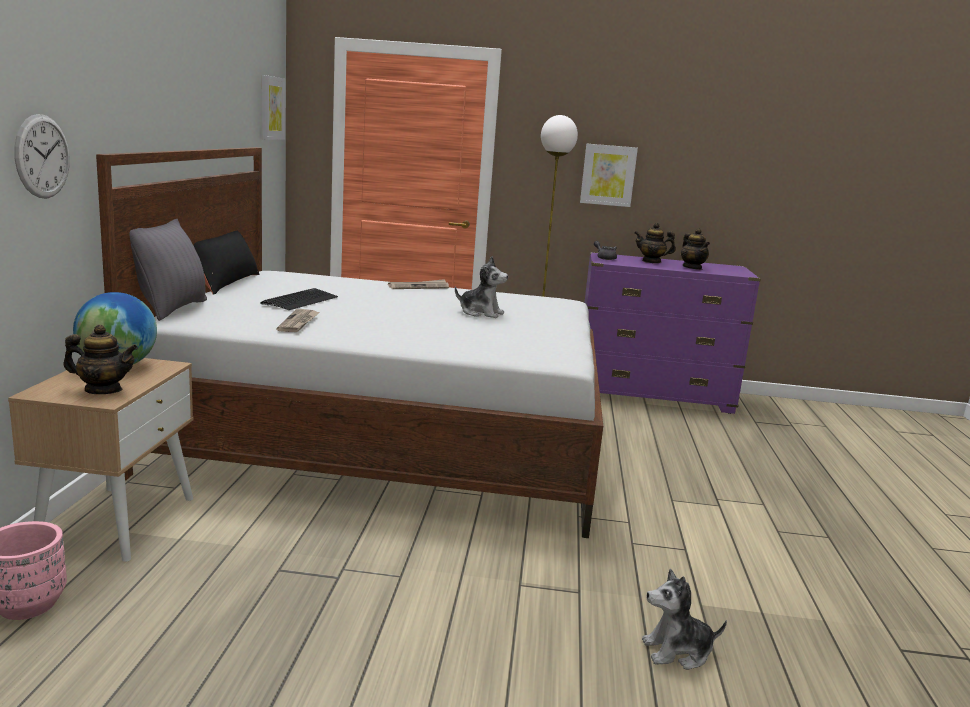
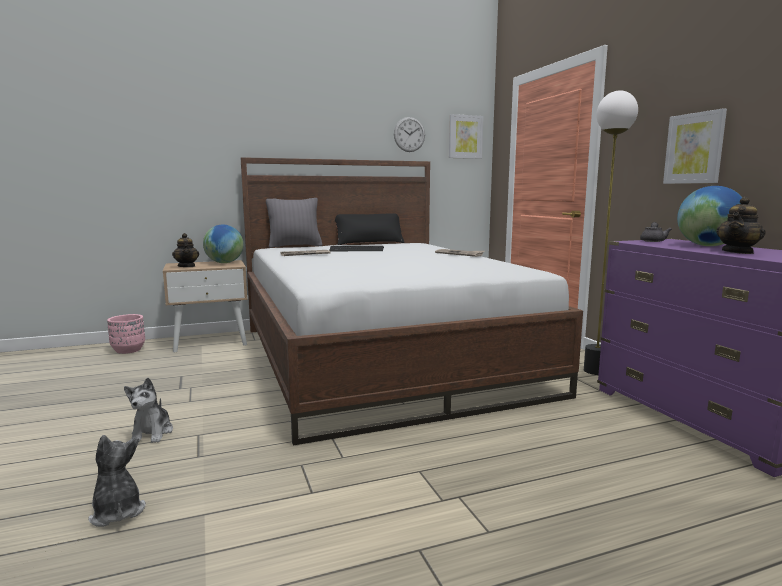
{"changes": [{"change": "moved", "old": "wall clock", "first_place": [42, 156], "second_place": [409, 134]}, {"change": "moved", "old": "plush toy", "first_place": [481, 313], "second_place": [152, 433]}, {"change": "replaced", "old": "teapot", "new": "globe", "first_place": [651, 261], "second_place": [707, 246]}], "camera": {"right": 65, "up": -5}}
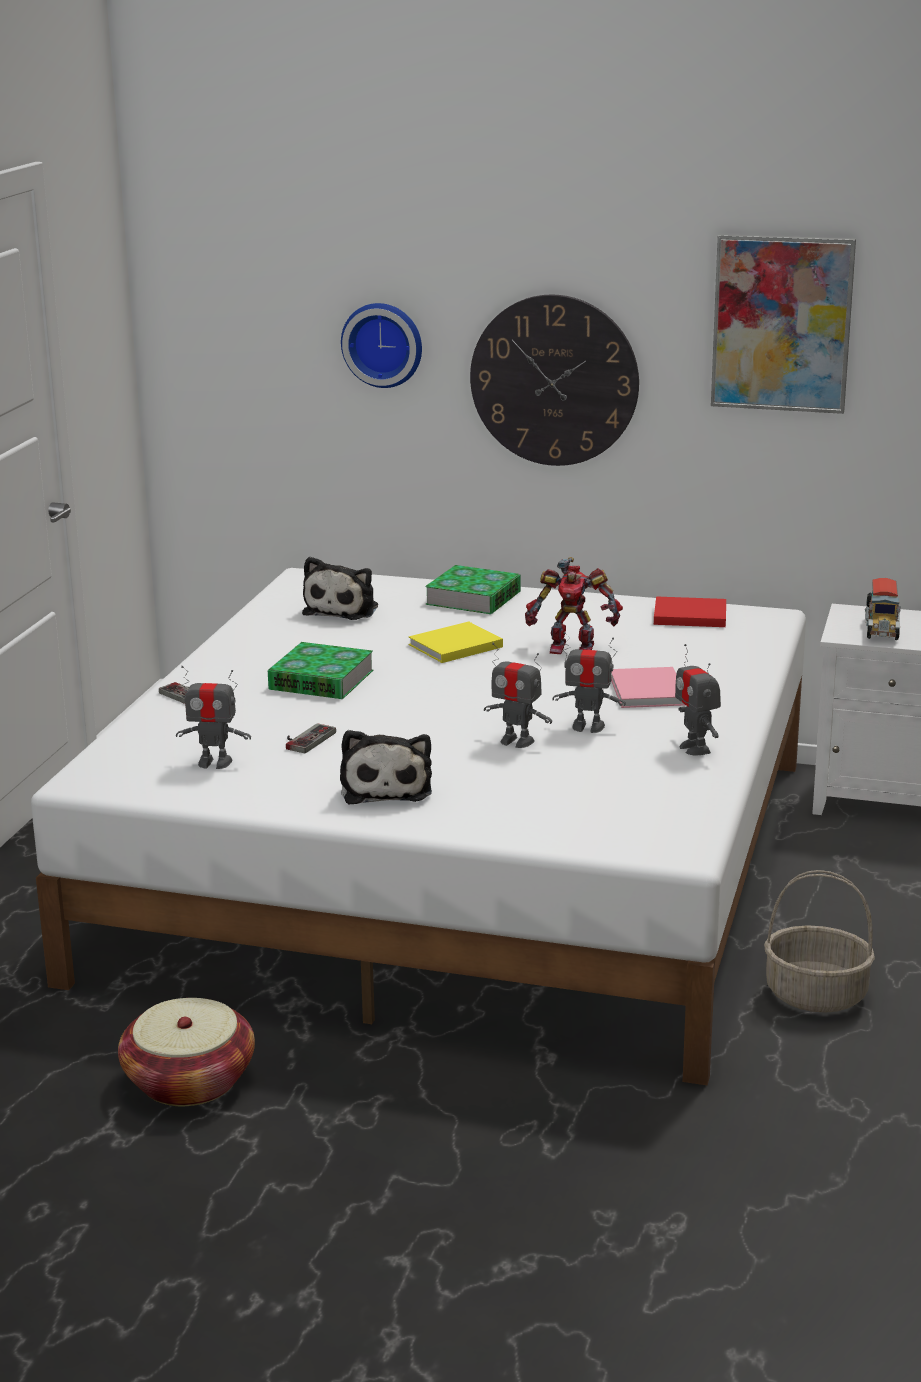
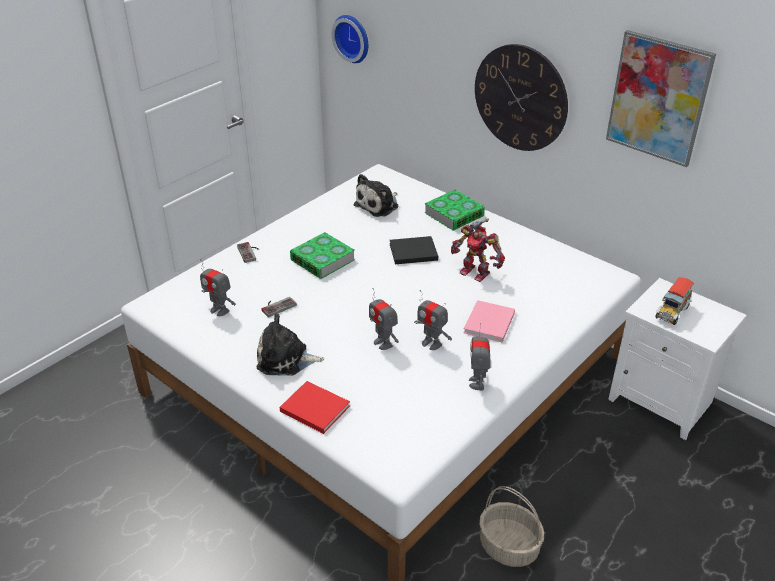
{"changes": [{"change": "removed", "old": "basket", "first_place": [189, 1081]}, {"change": "moved", "old": "wall clock", "first_place": [383, 344], "second_place": [353, 38]}, {"change": "moved", "old": "red book", "first_place": [687, 615], "second_place": [313, 408]}, {"change": "recoloured", "old": "yellow book", "new": "black book", "first_place": [453, 646], "second_place": [411, 252]}, {"change": "turned", "old": "plush toy", "first_place": [386, 787], "second_place": [285, 359], "degrees": 75}], "camera": {"right": 25, "up": 15}}
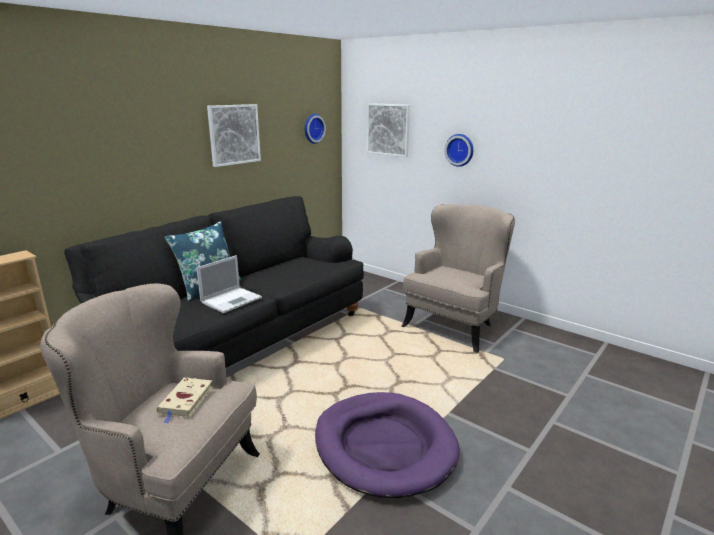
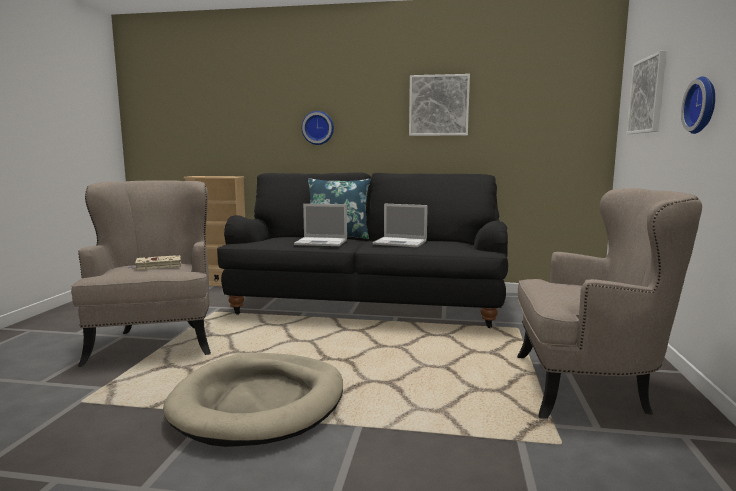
{"changes": [{"change": "added", "new": "laptop", "second_place": [401, 242]}, {"change": "moved", "old": "wall clock", "first_place": [313, 128], "second_place": [318, 128]}, {"change": "recoloured", "old": "purple dog bed", "new": "beige dog bed", "first_place": [384, 446], "second_place": [259, 403]}], "camera": {"right": 60, "up": -10}}
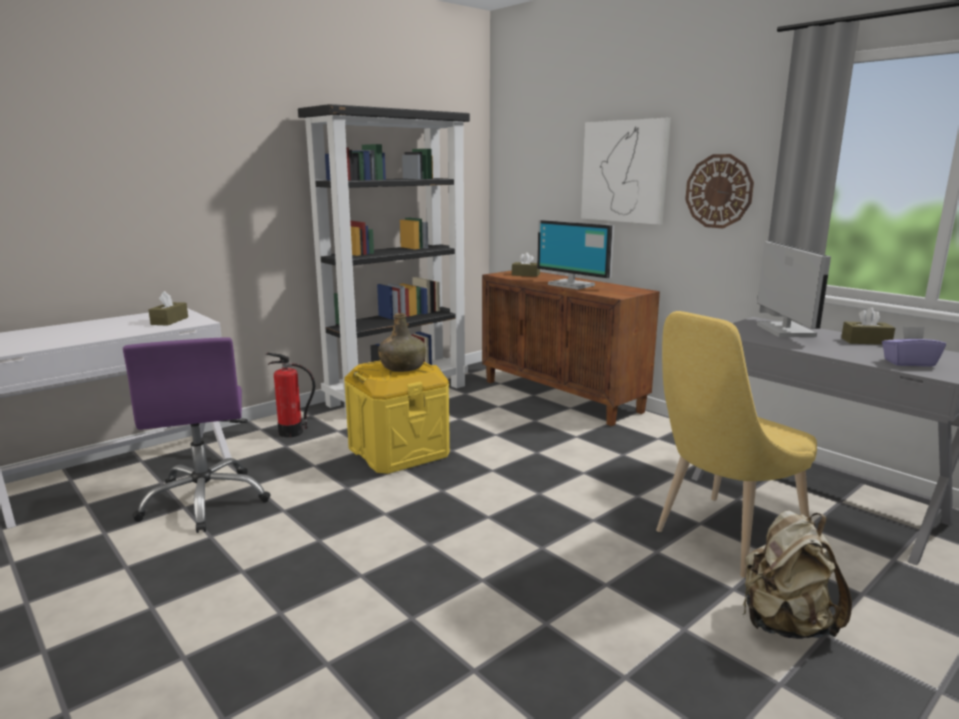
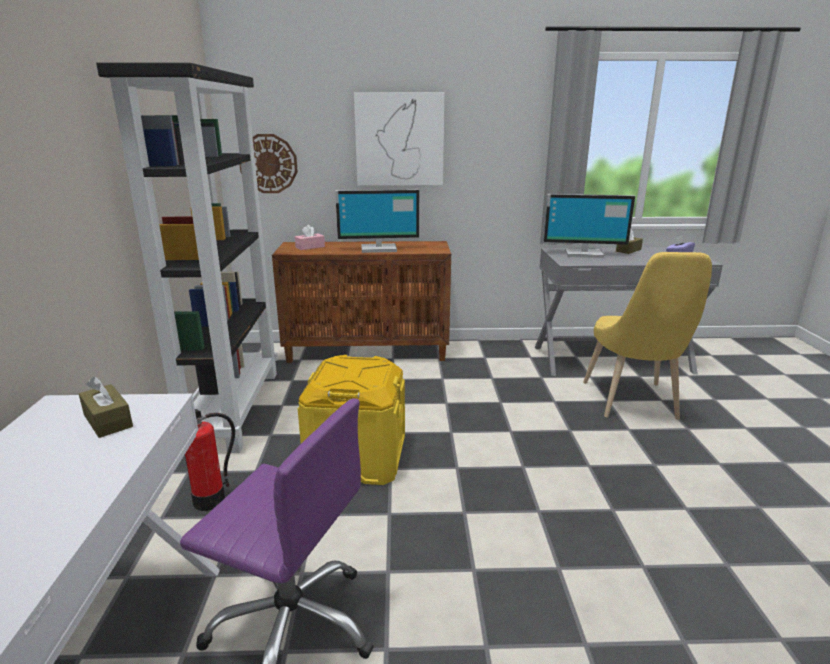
{"changes": [{"change": "removed", "old": "green bottle", "first_place": [402, 367]}, {"change": "removed", "old": "beige backpack", "first_place": [784, 624]}, {"change": "moved", "old": "wall clock", "first_place": [719, 191], "second_place": [268, 164]}, {"change": "recoloured", "old": "brown tissue box", "new": "pink tissue box", "first_place": [525, 274], "second_place": [310, 247]}, {"change": "turned", "old": "monitor", "first_place": [783, 330], "second_place": [583, 253], "degrees": 150}], "camera": {"right": -50, "up": 5}}
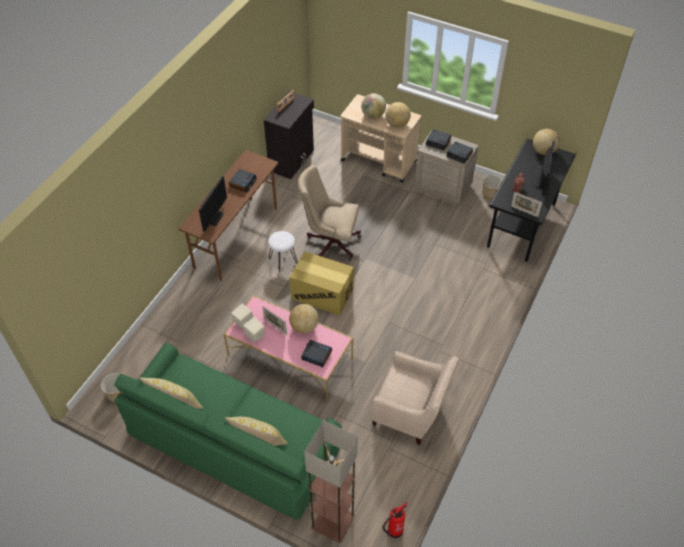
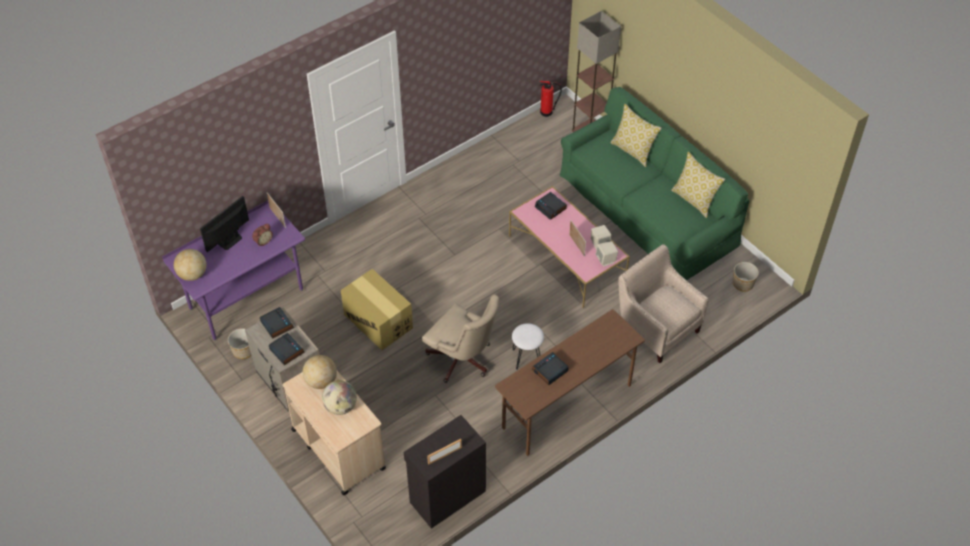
{"changes": [{"change": "removed", "old": "monitor", "first_place": [214, 217]}, {"change": "removed", "old": "globe", "first_place": [304, 327]}, {"change": "moved", "old": "cardboard box", "first_place": [322, 294], "second_place": [378, 321]}, {"change": "moved", "old": "beige armchair", "first_place": [411, 413], "second_place": [657, 328]}, {"change": "recoloured", "old": "black desk", "new": "purple desk", "first_place": [521, 226], "second_place": [246, 299]}], "camera": {"right": -155, "up": 0}}
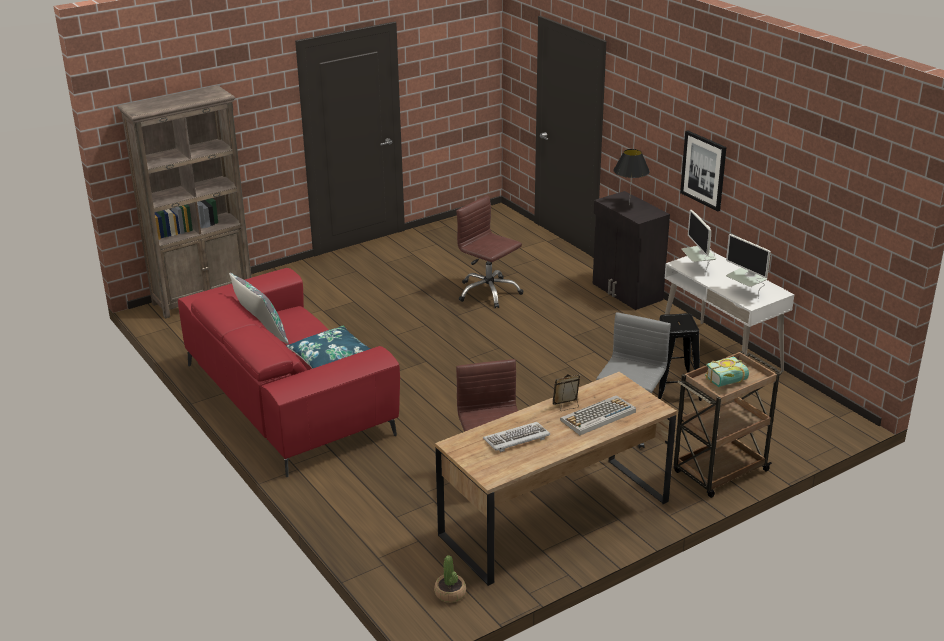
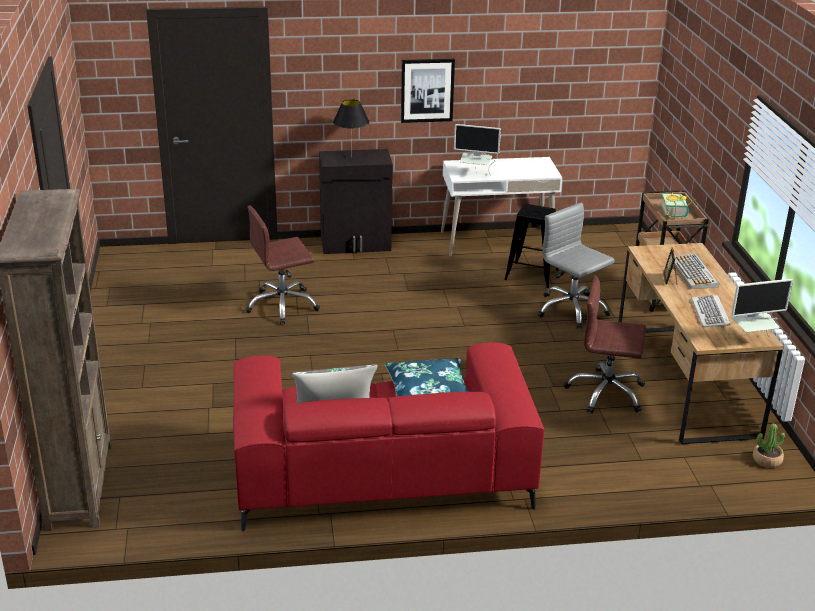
{"changes": [{"change": "moved", "old": "monitor", "first_place": [745, 292], "second_place": [751, 339]}], "camera": {"right": -65, "up": 0}}
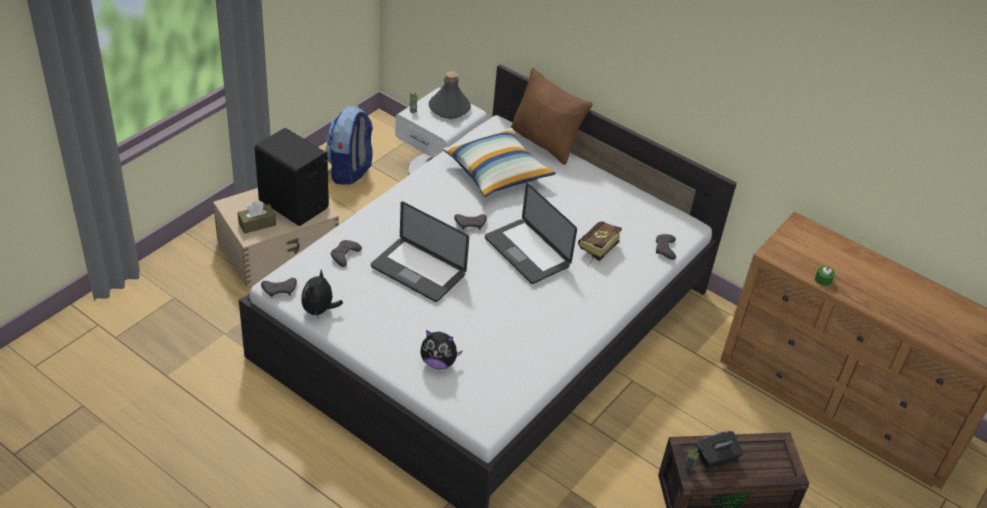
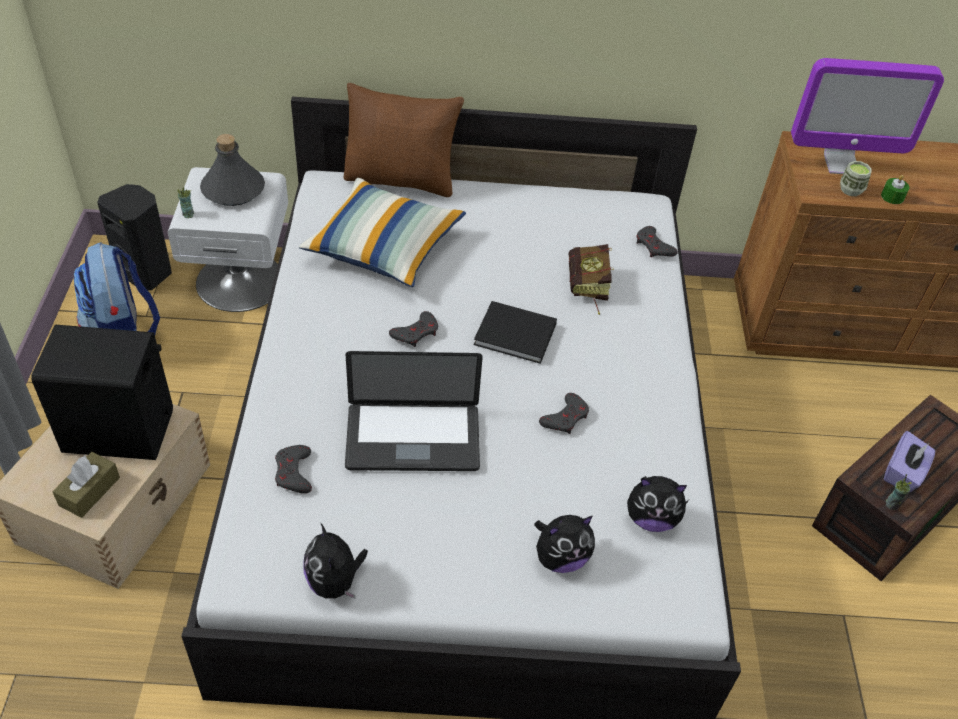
{"changes": [{"change": "added", "new": "black speaker", "second_place": [147, 272]}, {"change": "added", "new": "plush toy", "second_place": [651, 518]}, {"change": "added", "new": "monitor", "second_place": [841, 164]}, {"change": "added", "new": "cup", "second_place": [851, 190]}, {"change": "moved", "old": "grey game controller", "first_place": [279, 289], "second_place": [565, 417]}, {"change": "replaced", "old": "laptop", "new": "black book", "first_place": [527, 252], "second_place": [517, 335]}, {"change": "recoloured", "old": "black tissue box", "new": "purple tissue box", "first_place": [716, 458], "second_place": [903, 473]}], "camera": {"right": -35, "up": 5}}
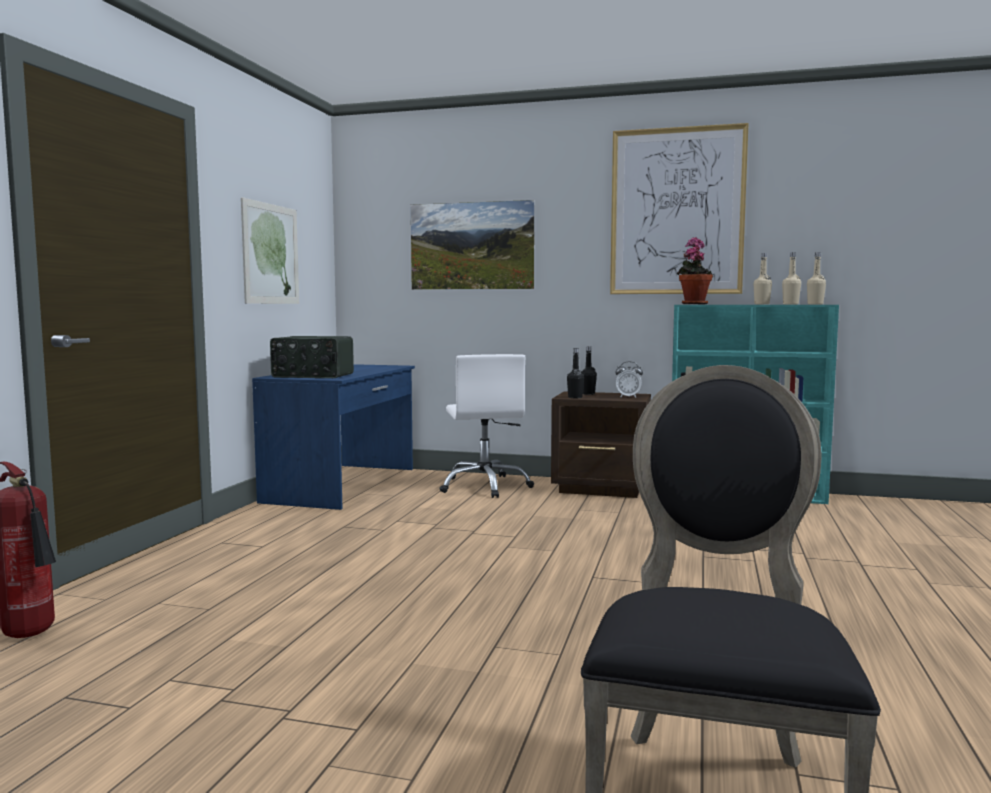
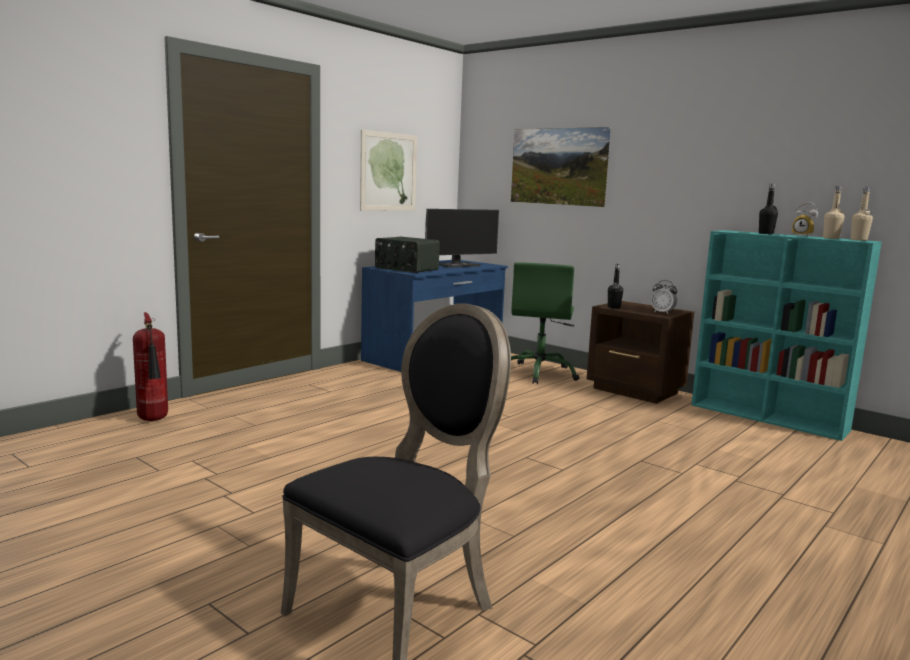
{"changes": [{"change": "removed", "old": "picture", "first_place": [677, 212]}, {"change": "removed", "old": "potted plant", "first_place": [693, 304]}, {"change": "added", "new": "monitor", "second_place": [458, 265]}, {"change": "moved", "old": "black bottle", "first_place": [588, 394], "second_place": [766, 233]}, {"change": "replaced", "old": "beige bottle", "new": "alarm clock", "first_place": [761, 304], "second_place": [803, 236]}, {"change": "recoloured", "old": "white office chair", "new": "green office chair", "first_place": [485, 486], "second_place": [539, 373]}], "camera": {"right": 25, "up": 5}}
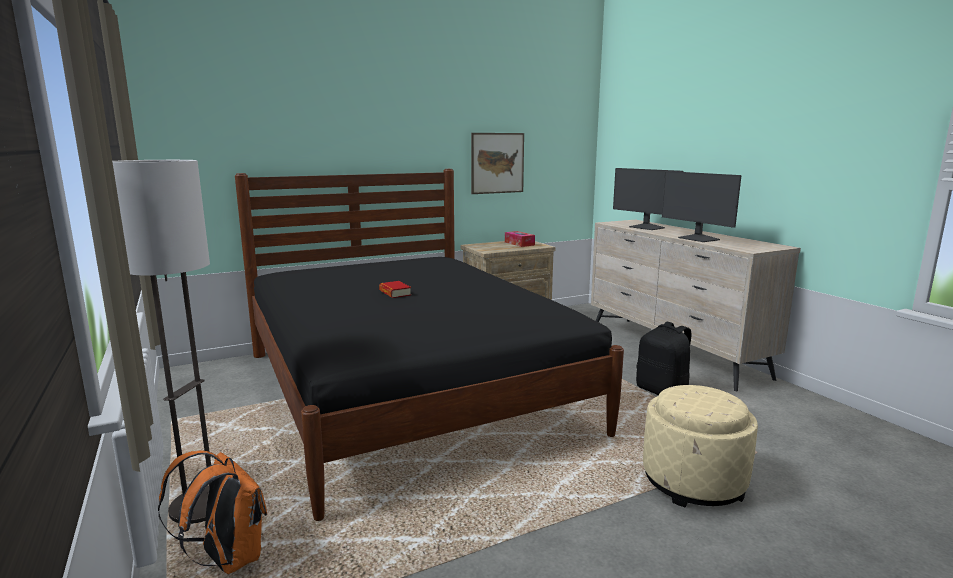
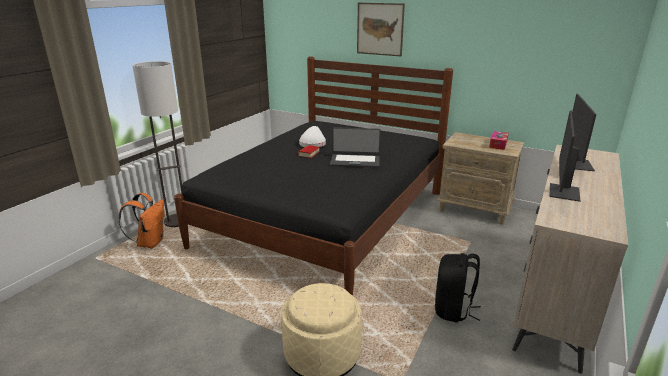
{"changes": [{"change": "added", "new": "white hat", "second_place": [312, 143]}, {"change": "added", "new": "laptop", "second_place": [355, 161]}, {"change": "moved", "old": "picture", "first_place": [497, 163], "second_place": [380, 29]}], "camera": {"right": 55, "up": 10}}
